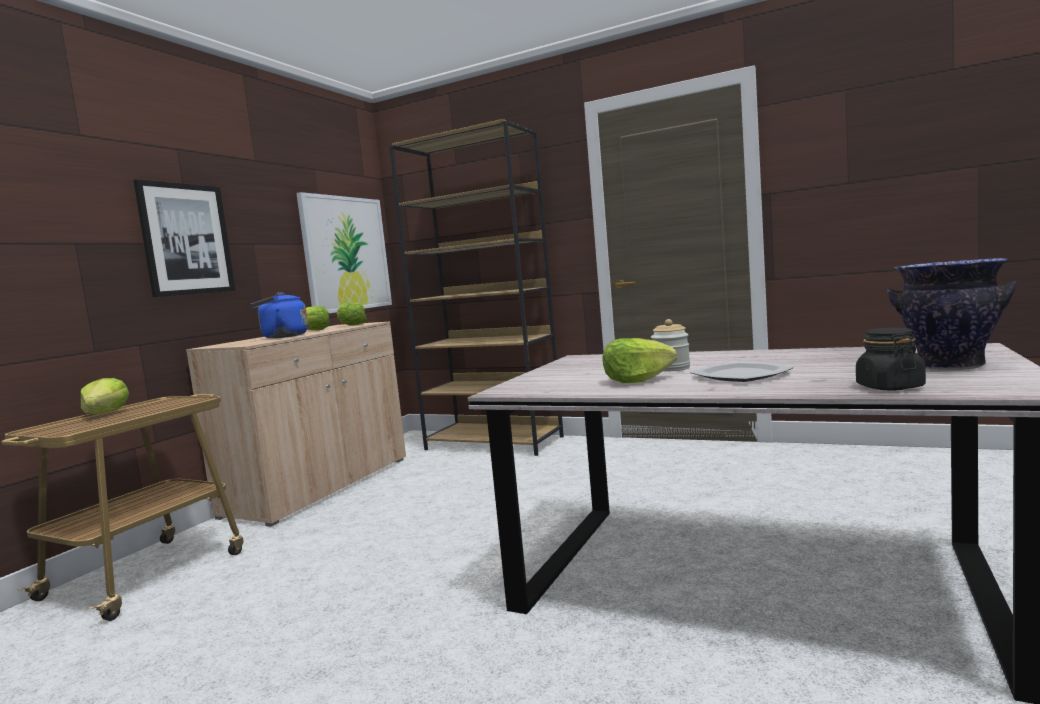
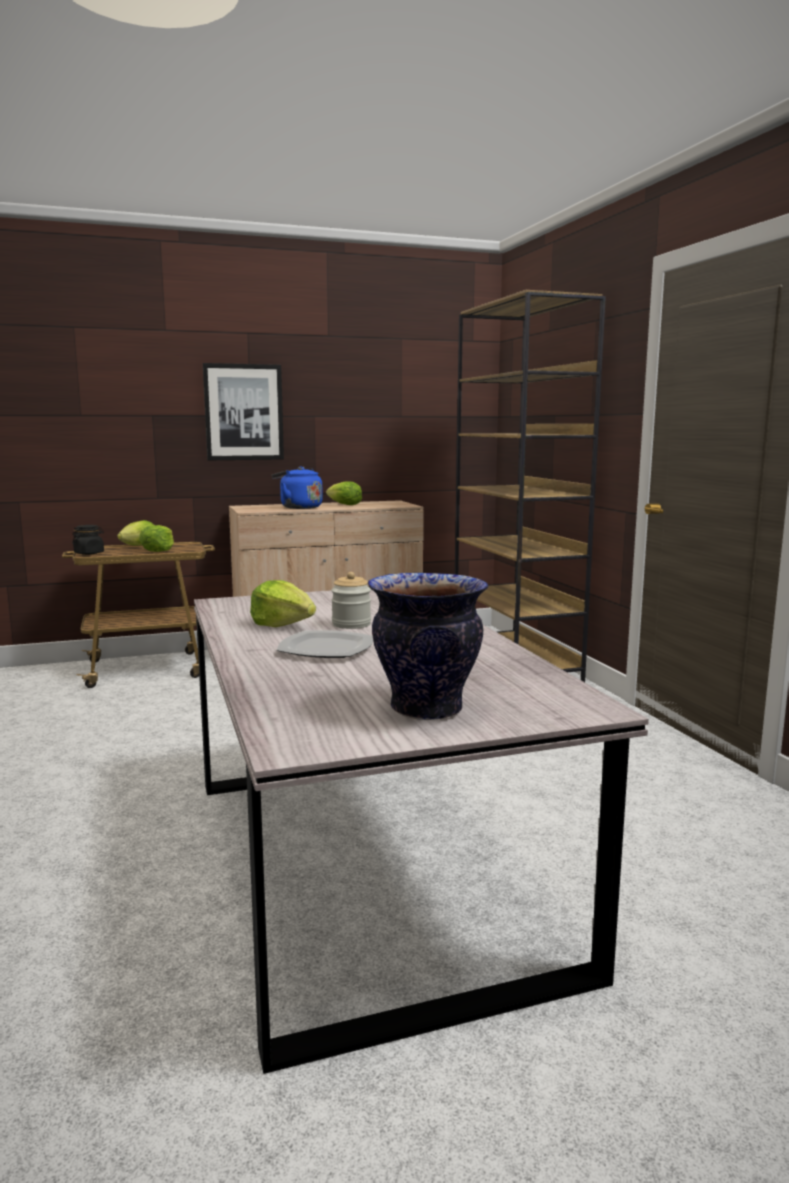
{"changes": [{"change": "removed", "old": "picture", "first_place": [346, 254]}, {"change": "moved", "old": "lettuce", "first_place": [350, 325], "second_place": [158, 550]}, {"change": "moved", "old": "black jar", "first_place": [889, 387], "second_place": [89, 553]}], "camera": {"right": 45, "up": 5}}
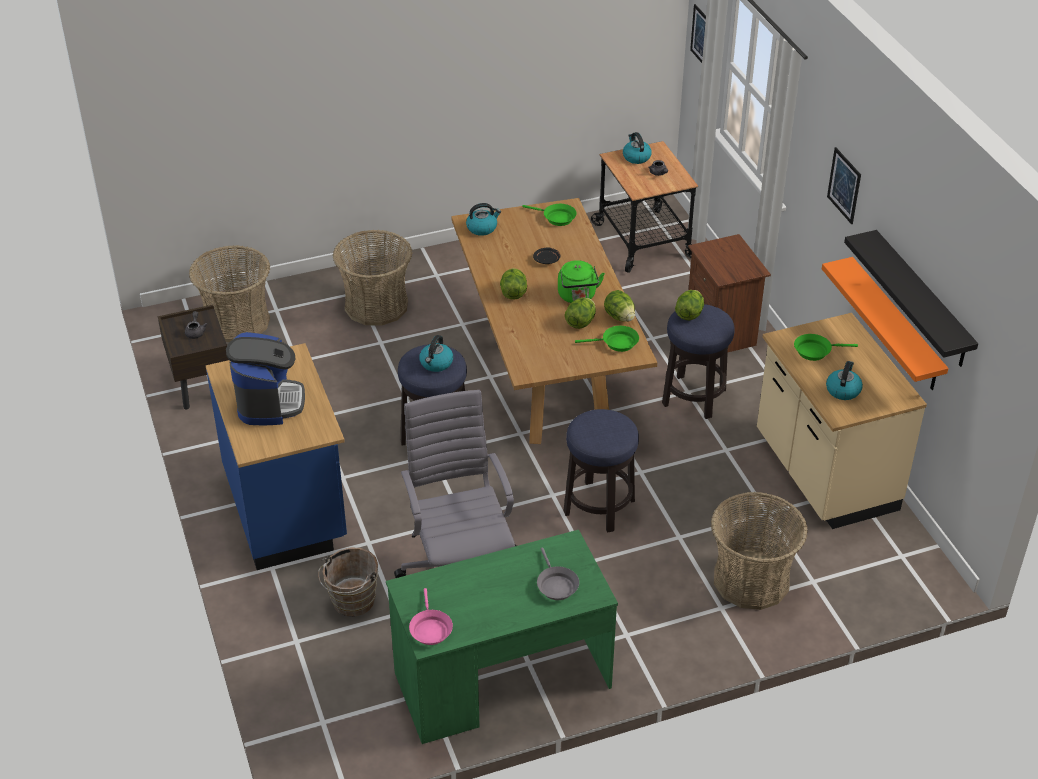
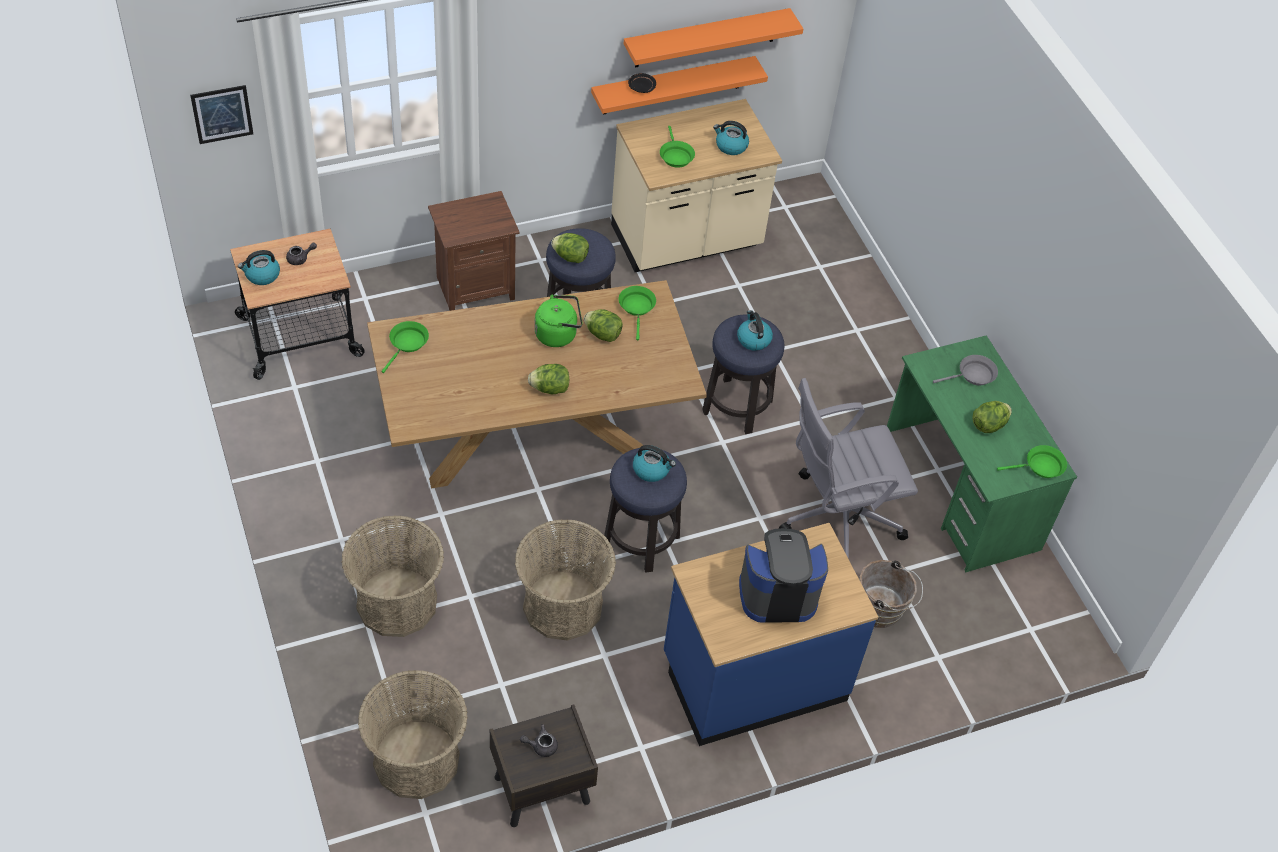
{"changes": [{"change": "removed", "old": "picture", "first_place": [844, 185]}, {"change": "moved", "old": "kettle", "first_place": [482, 228], "second_place": [753, 339]}, {"change": "moved", "old": "black plate", "first_place": [547, 260], "second_place": [641, 87]}, {"change": "moved", "old": "lettuce", "first_place": [619, 317], "second_place": [988, 425]}, {"change": "moved", "old": "basket", "first_place": [751, 580], "second_place": [562, 606]}, {"change": "recoloured", "old": "pink frying pan", "new": "green frying pan", "first_place": [430, 629], "second_place": [1041, 467]}, {"change": "recoloured", "old": "black shelf", "new": "orange shelf", "first_place": [922, 300], "second_place": [706, 38]}], "camera": {"right": -95, "up": 10}}
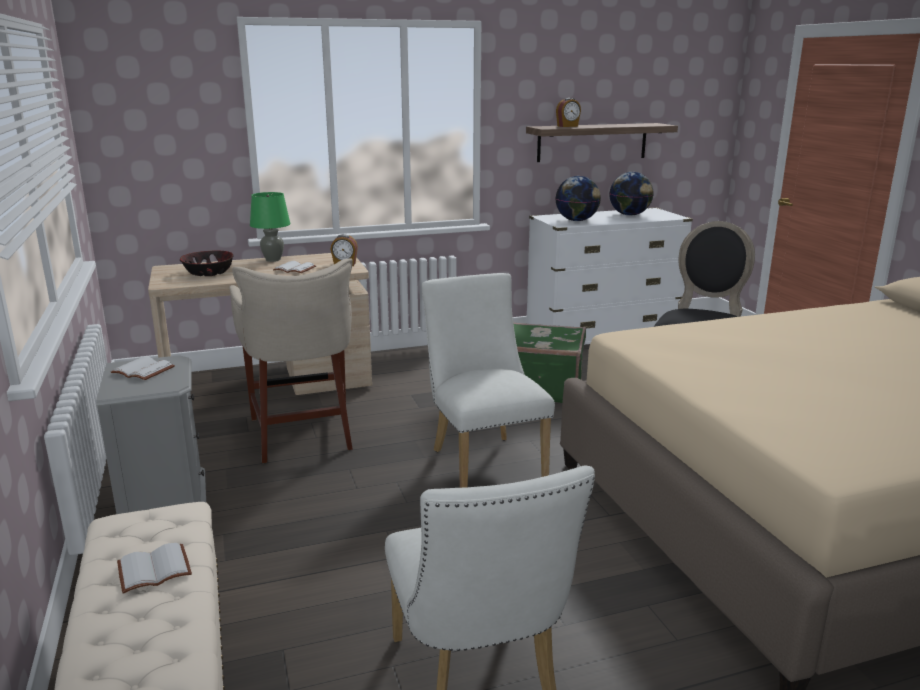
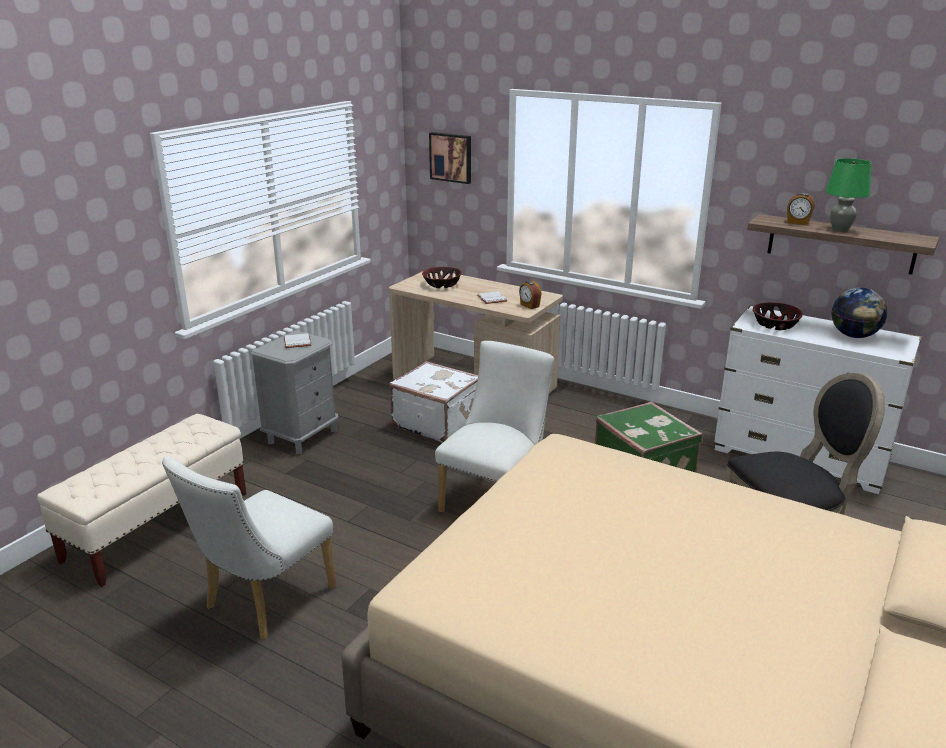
{"changes": [{"change": "removed", "old": "white book", "first_place": [155, 568]}, {"change": "added", "new": "picture", "second_place": [451, 157]}, {"change": "moved", "old": "green table lamp", "first_place": [273, 260], "second_place": [840, 230]}, {"change": "replaced", "old": "beige stool", "new": "white suitcase", "first_place": [303, 432], "second_place": [437, 423]}, {"change": "replaced", "old": "globe", "new": "bowl", "first_place": [577, 220], "second_place": [775, 325]}], "camera": {"right": 50, "up": 5}}
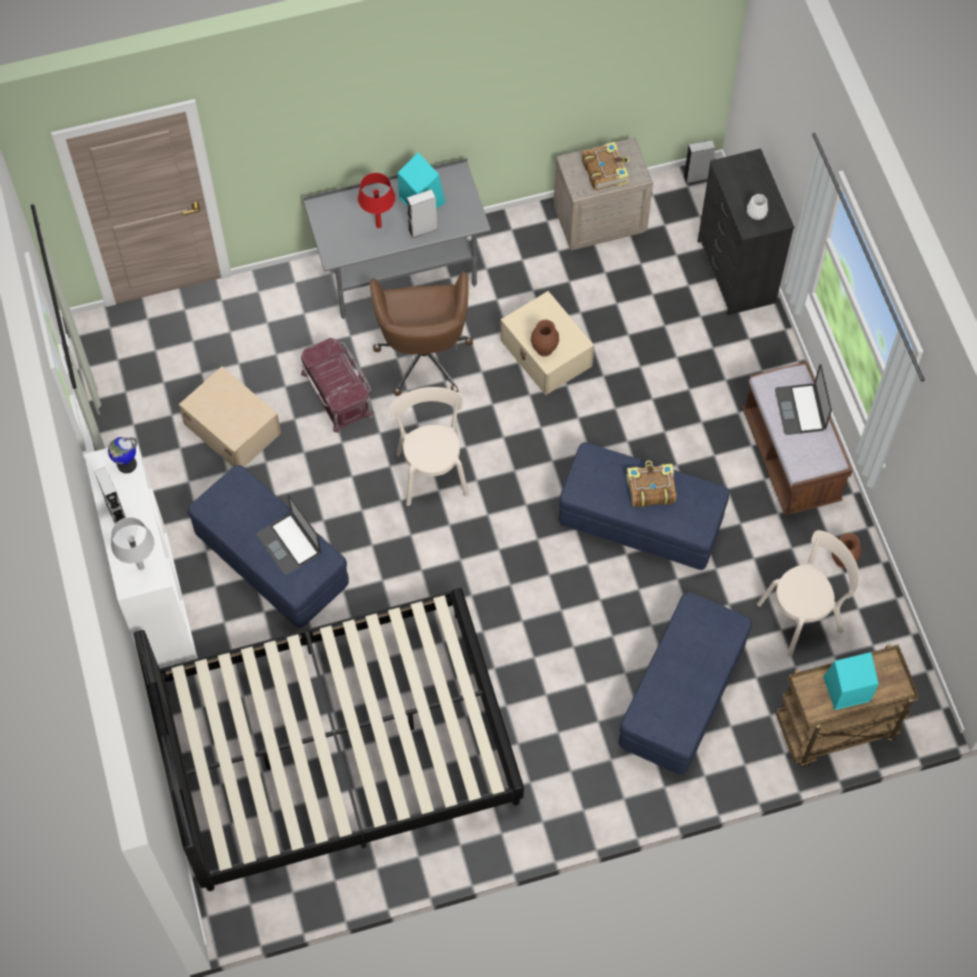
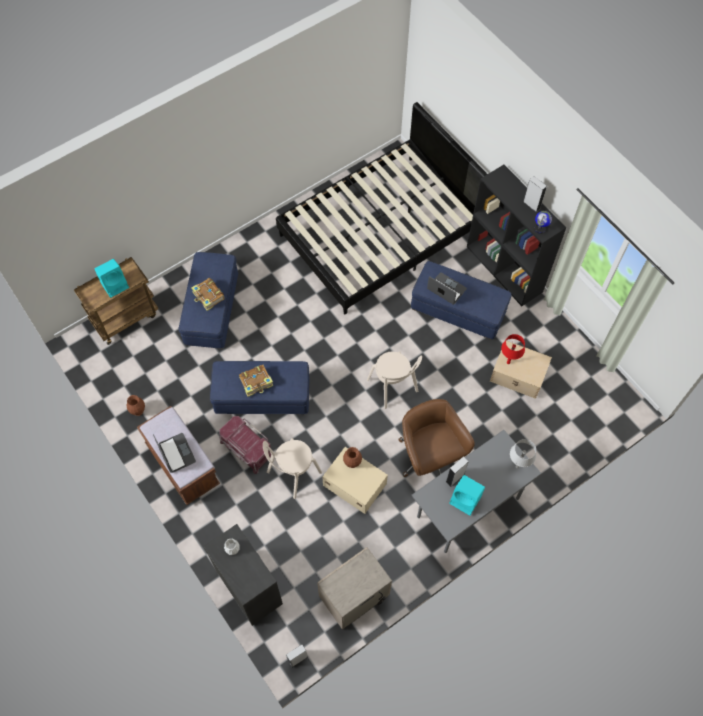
{"changes": [{"change": "moved", "old": "grey table lamp", "first_place": [141, 567], "second_place": [517, 466]}, {"change": "moved", "old": "red storage box", "first_place": [338, 393], "second_place": [246, 448]}, {"change": "moved", "old": "red table lamp", "first_place": [379, 225], "second_place": [508, 362]}, {"change": "moved", "old": "book", "first_place": [605, 171], "second_place": [208, 297]}, {"change": "moved", "old": "beige chair", "first_place": [803, 615], "second_place": [292, 474]}, {"change": "recoloured", "old": "white bookcase", "new": "black bookcase", "first_place": [157, 605], "second_place": [505, 269]}], "camera": {"right": 160, "up": 0}}
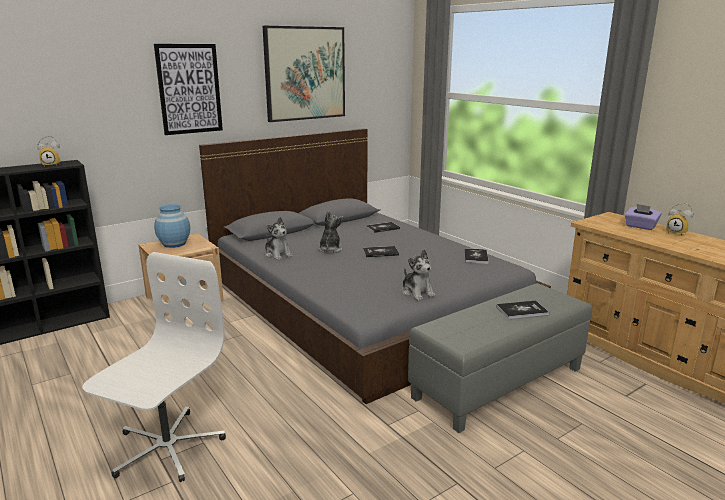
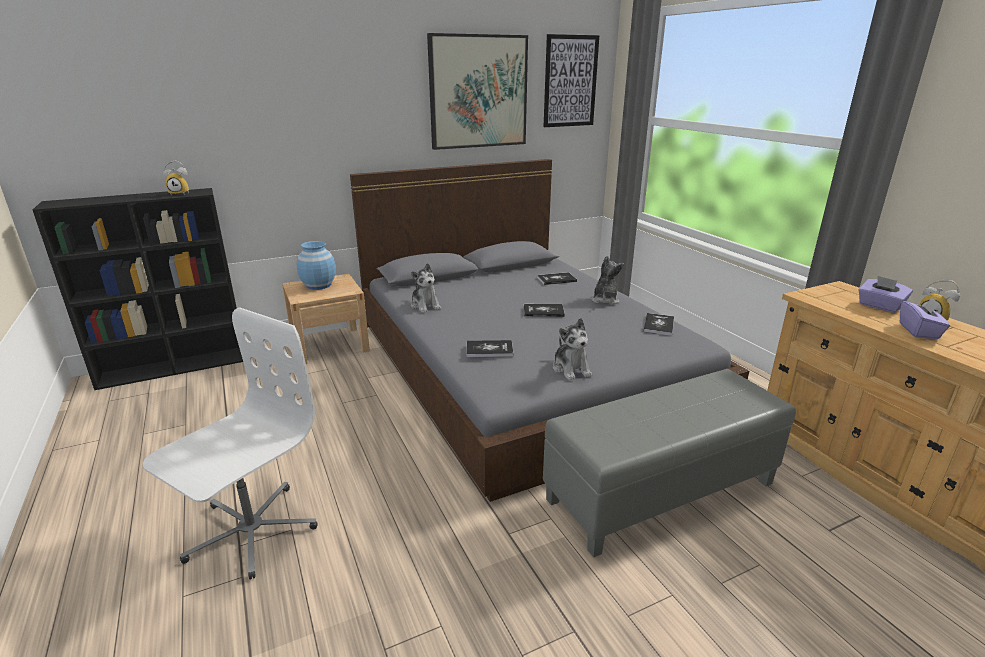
{"changes": [{"change": "added", "new": "purple tissue box", "second_place": [919, 331]}, {"change": "moved", "old": "picture", "first_place": [189, 89], "second_place": [570, 81]}, {"change": "moved", "old": "plush toy", "first_place": [330, 249], "second_place": [605, 300]}, {"change": "moved", "old": "book", "first_place": [522, 311], "second_place": [489, 350]}], "camera": {"right": 10, "up": 5}}
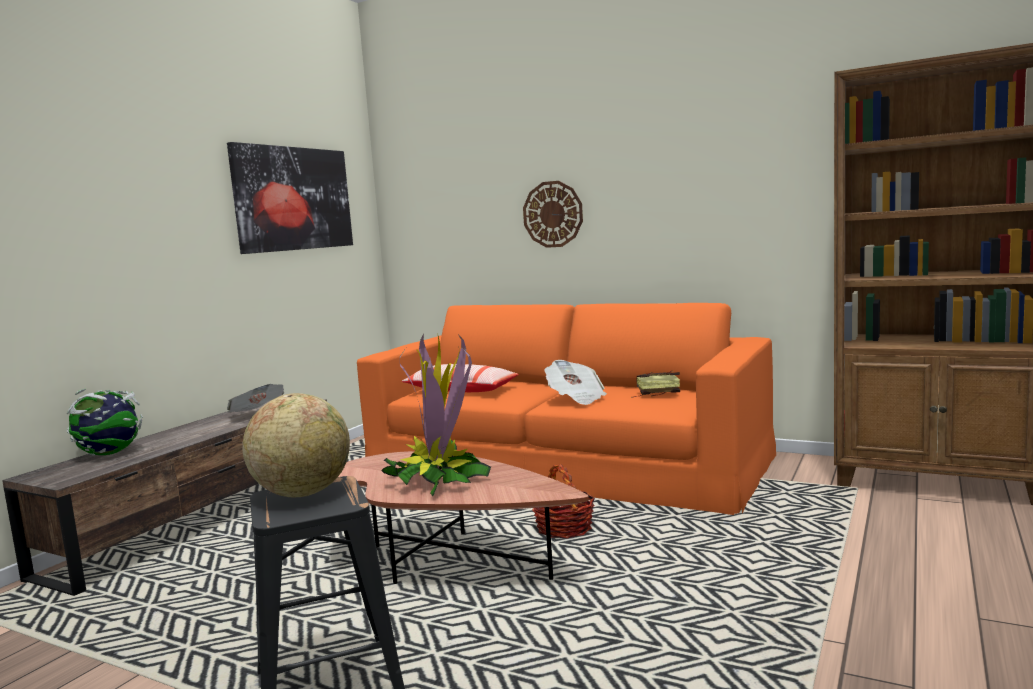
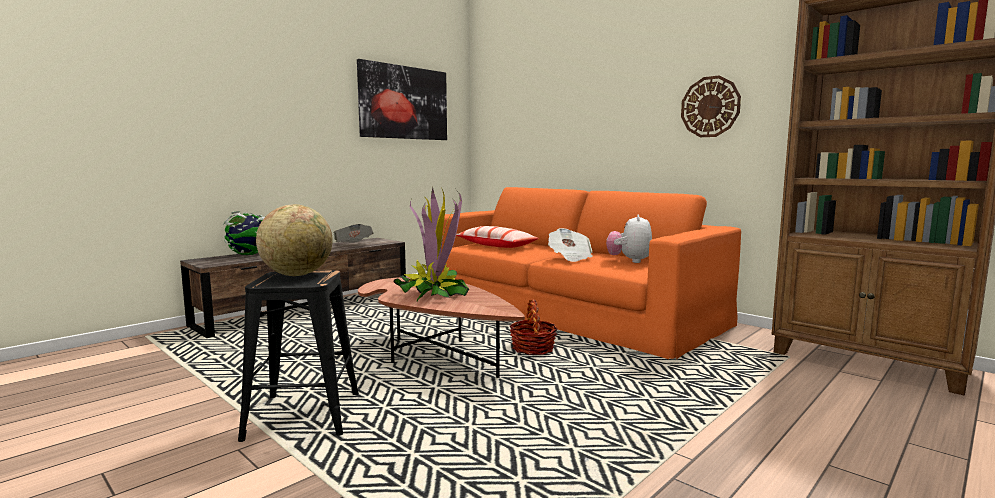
{"changes": [{"change": "moved", "old": "wall clock", "first_place": [553, 214], "second_place": [710, 107]}, {"change": "replaced", "old": "book", "new": "plush toy", "first_place": [653, 394], "second_place": [629, 261]}], "camera": {"right": 15, "up": 0}}
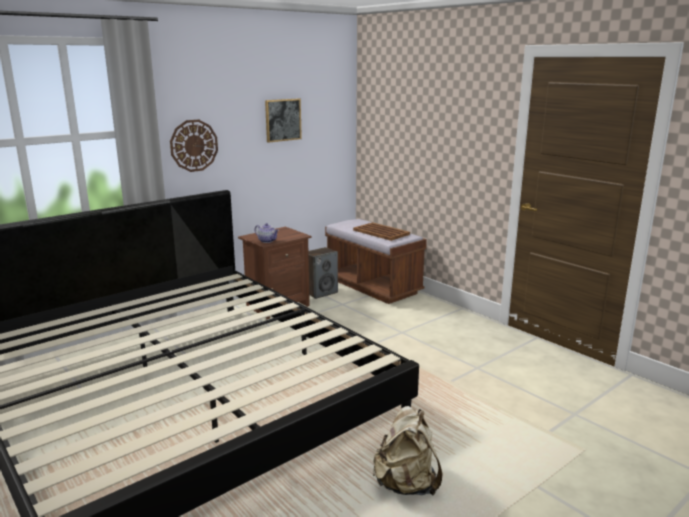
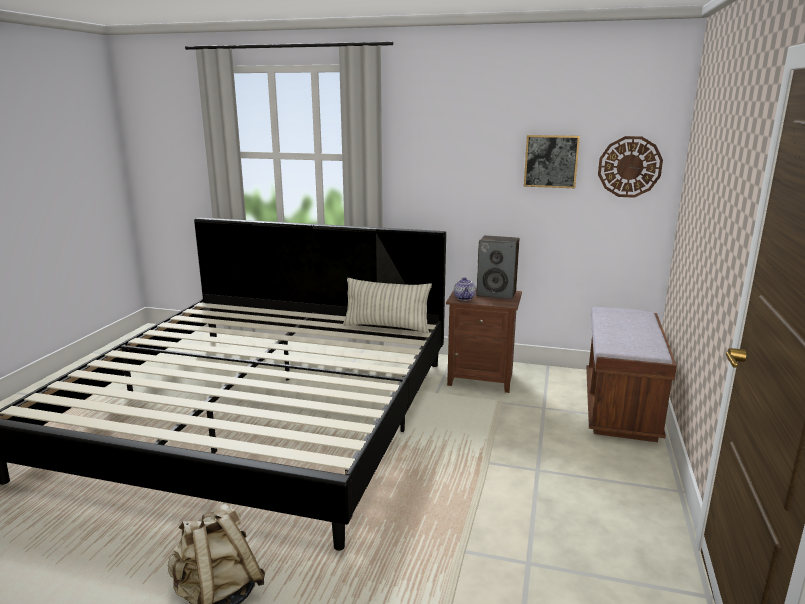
{"changes": [{"change": "removed", "old": "brown tray", "first_place": [381, 232]}, {"change": "added", "new": "pillow", "second_place": [387, 327]}, {"change": "moved", "old": "wall clock", "first_place": [194, 145], "second_place": [629, 167]}, {"change": "moved", "old": "speaker", "first_place": [321, 292], "second_place": [497, 294]}], "camera": {"right": 55, "up": 0}}
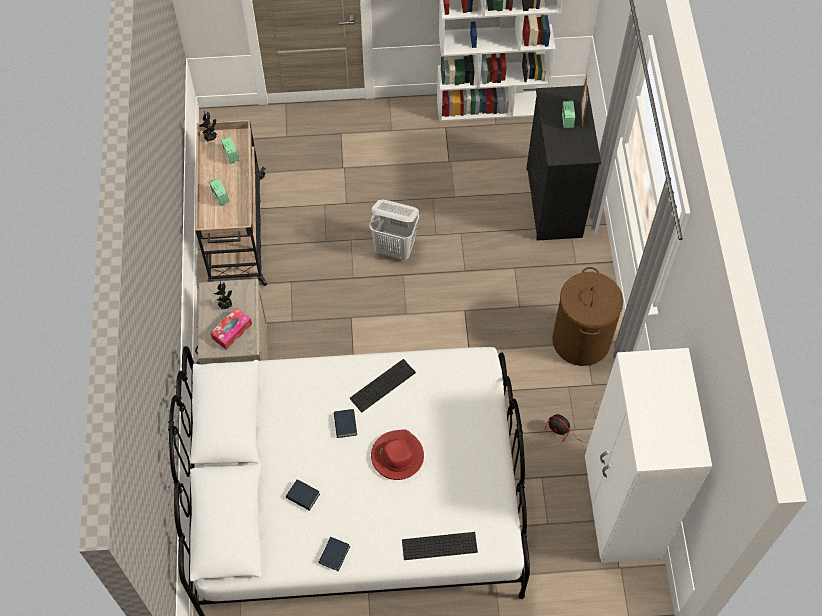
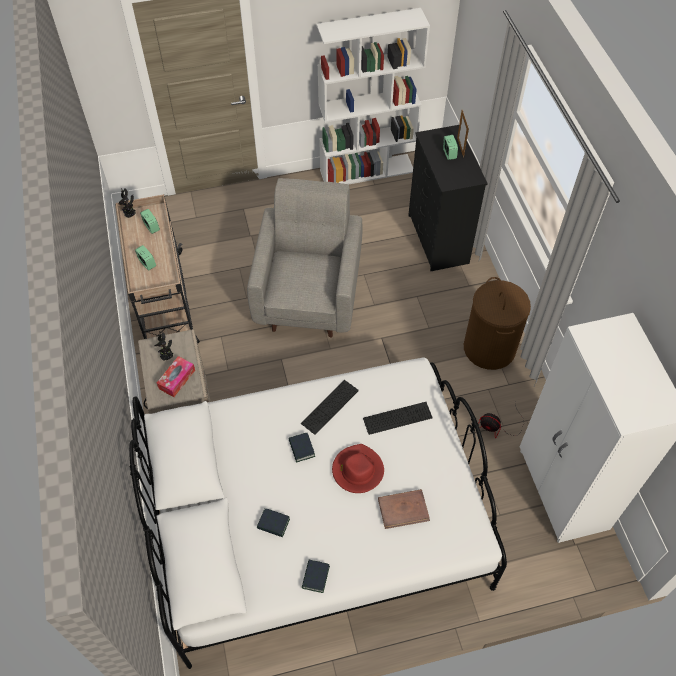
{"changes": [{"change": "added", "new": "brown book", "second_place": [403, 510]}, {"change": "moved", "old": "keyboard", "first_place": [439, 546], "second_place": [397, 418]}, {"change": "replaced", "old": "white laundry basket", "new": "grey armchair", "first_place": [395, 249], "second_place": [309, 295]}], "camera": {"right": -10, "up": -5}}
